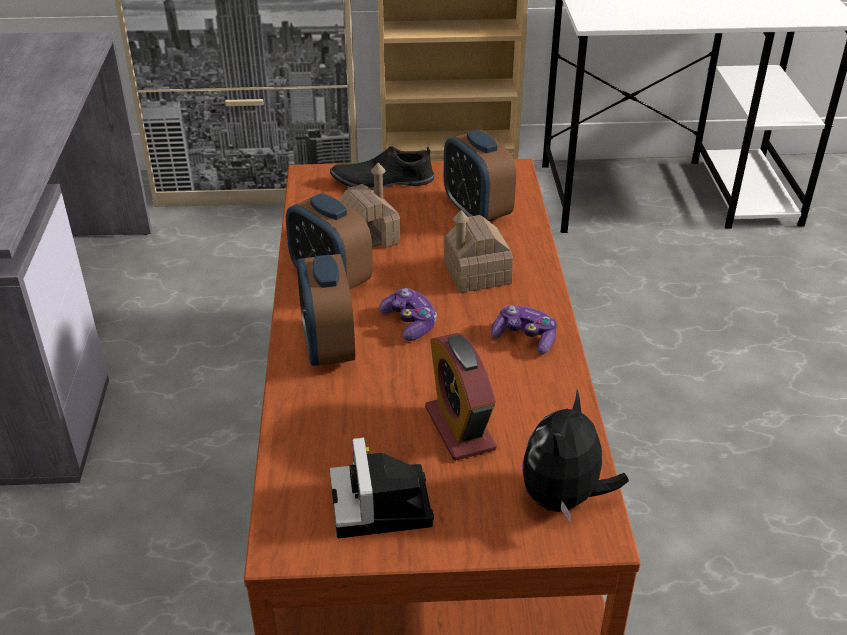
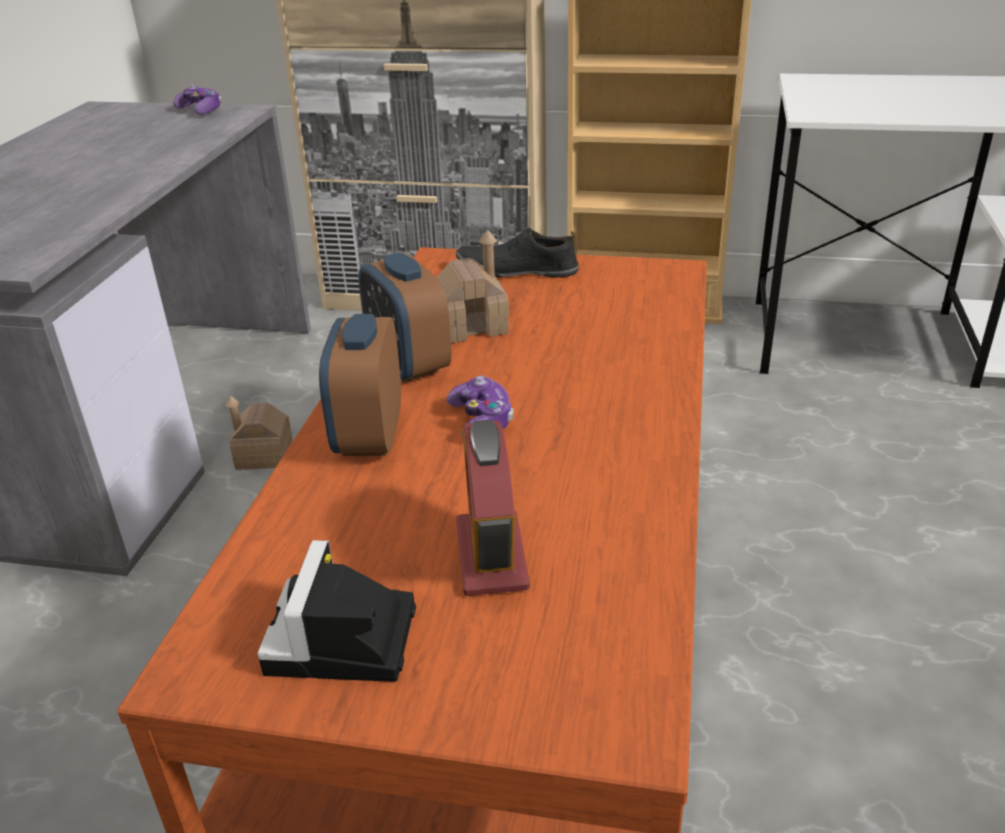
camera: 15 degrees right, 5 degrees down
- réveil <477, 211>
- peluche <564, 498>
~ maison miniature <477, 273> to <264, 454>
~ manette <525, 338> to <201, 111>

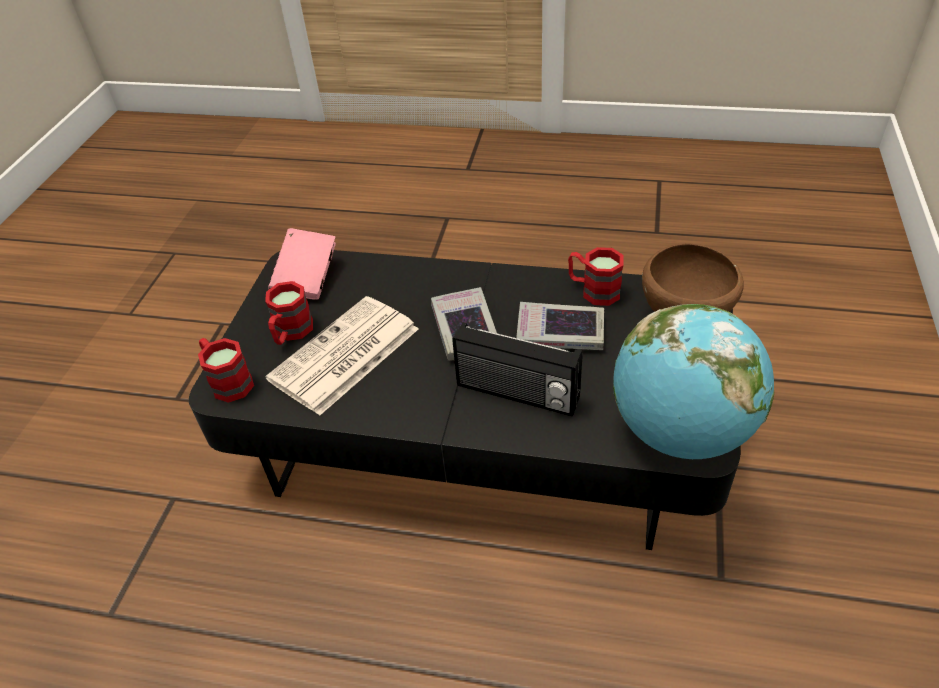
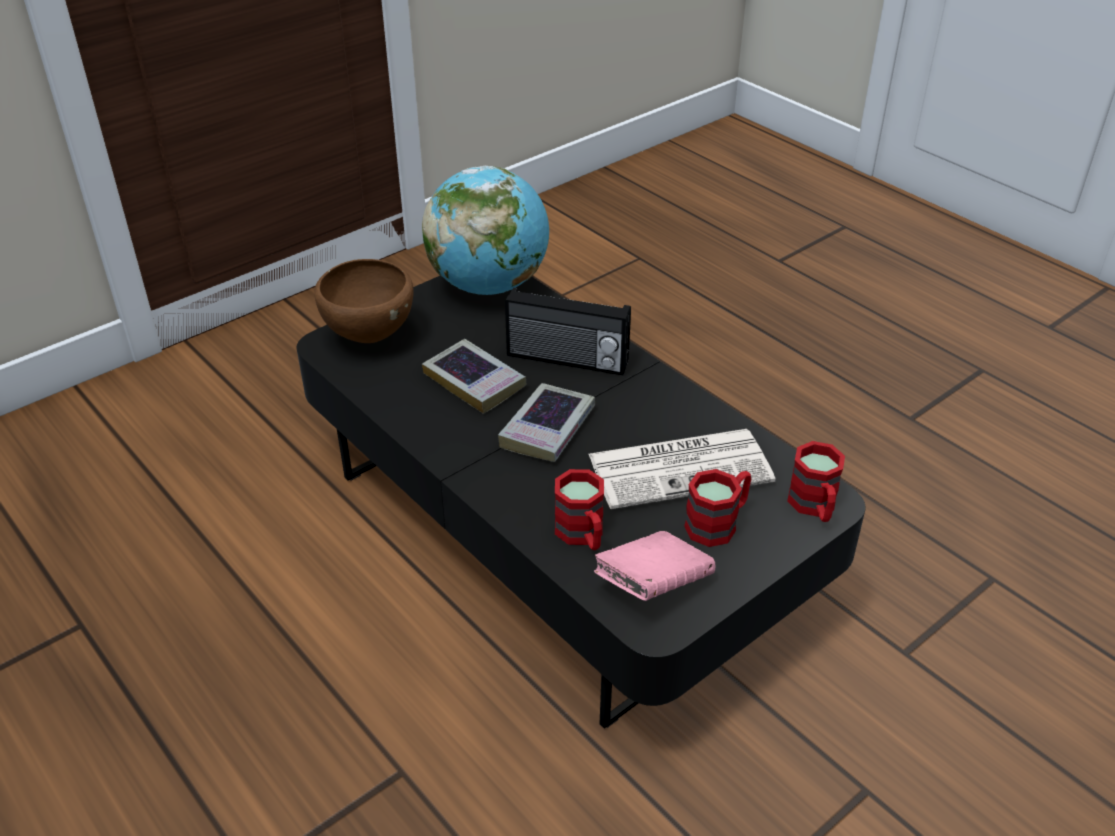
camera: 145 degrees left, 5 degrees down
~ mug/rouge <593, 290> to <583, 535>
~ radio <516, 394> = <567, 360> 135 degrees clockwise

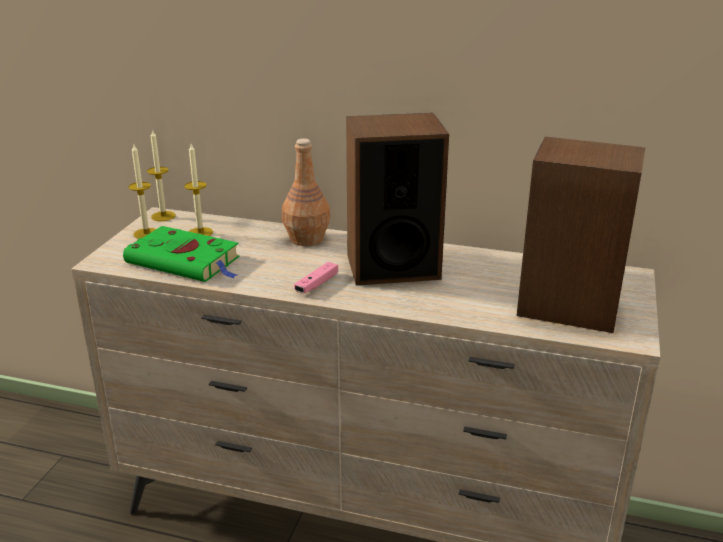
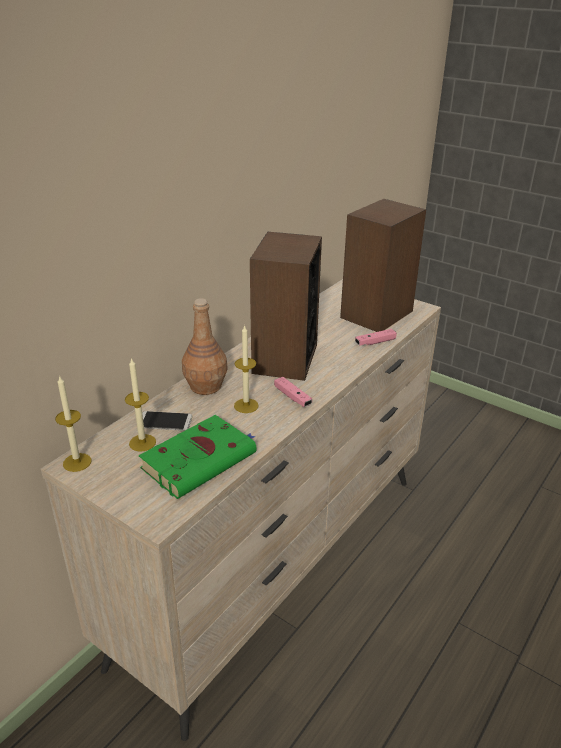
camera: 70 degrees left, 5 degrees up
+ téléphone <165, 421>
+ manette/rose <375, 342>
~ bougie <146, 233> to <246, 405>

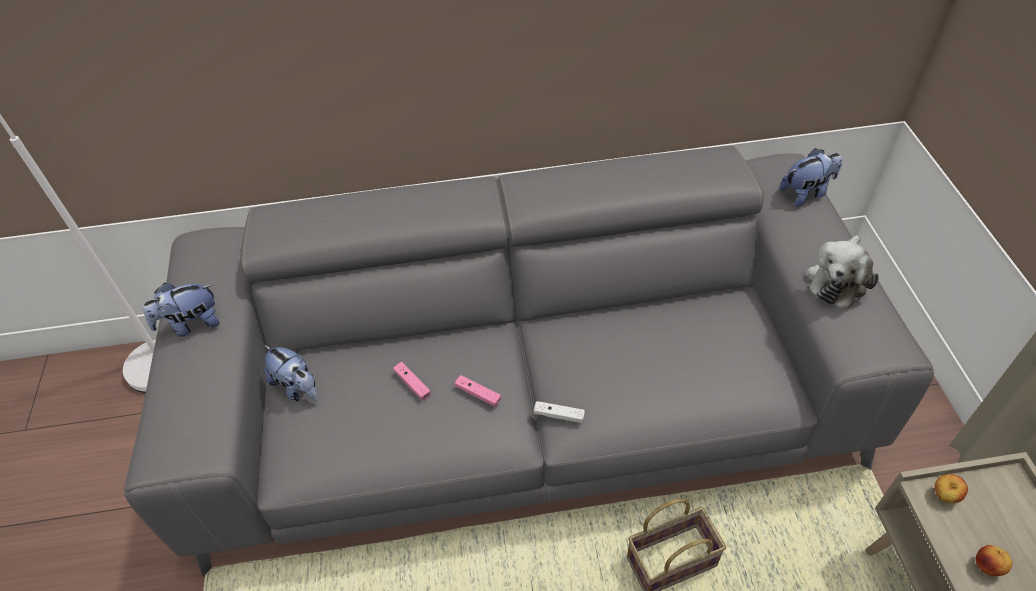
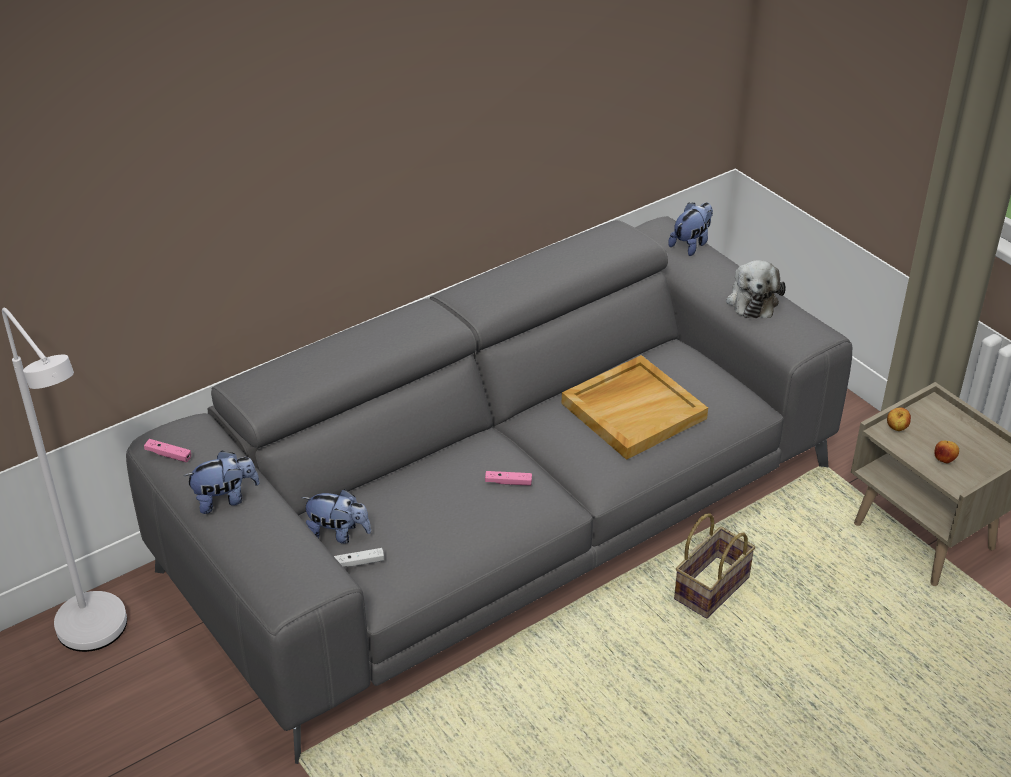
camera: 30 degrees left, 10 degrees down
+ plateau/beige <633, 410>
~ manette/rose <412, 384> to <168, 455>
~ manette/blanc <559, 415> to <359, 562>
~ peluche <191, 324> = <225, 499> 150 degrees counterclockwise

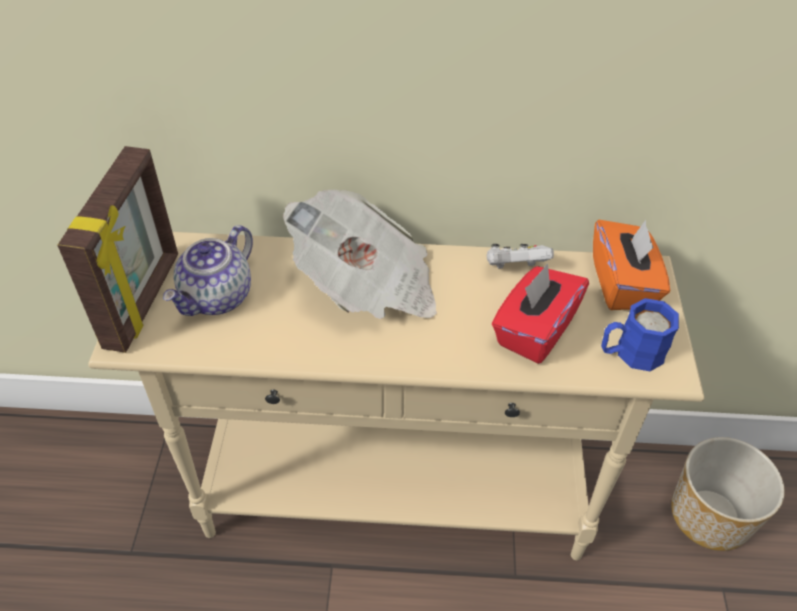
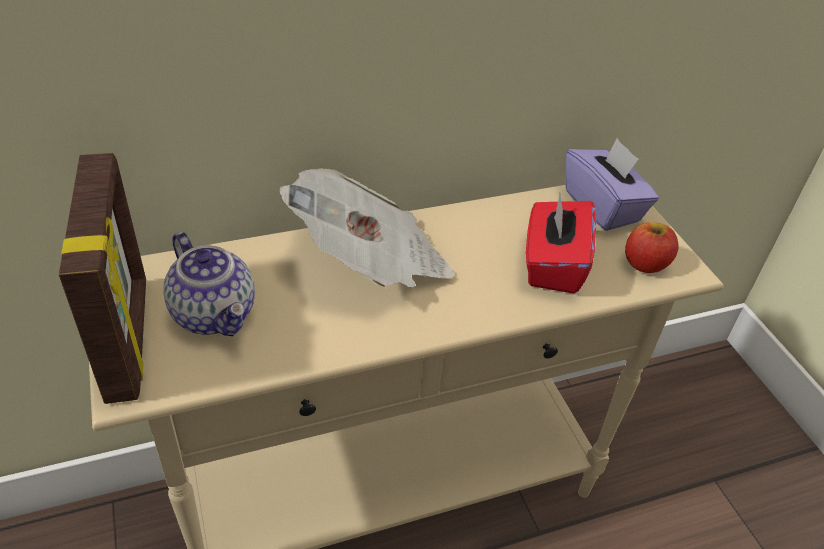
camera: 25 degrees left, 5 degrees down
- manette/blanc <515, 268>
- cache-pot <710, 515>
~ mug/bleu <630, 353> to pomme <645, 263>
~ boîte à mouchoirs/orange <622, 284> to boîte à mouchoirs/violet <602, 206>
~ théière <217, 298> = <215, 314> 45 degrees counterclockwise

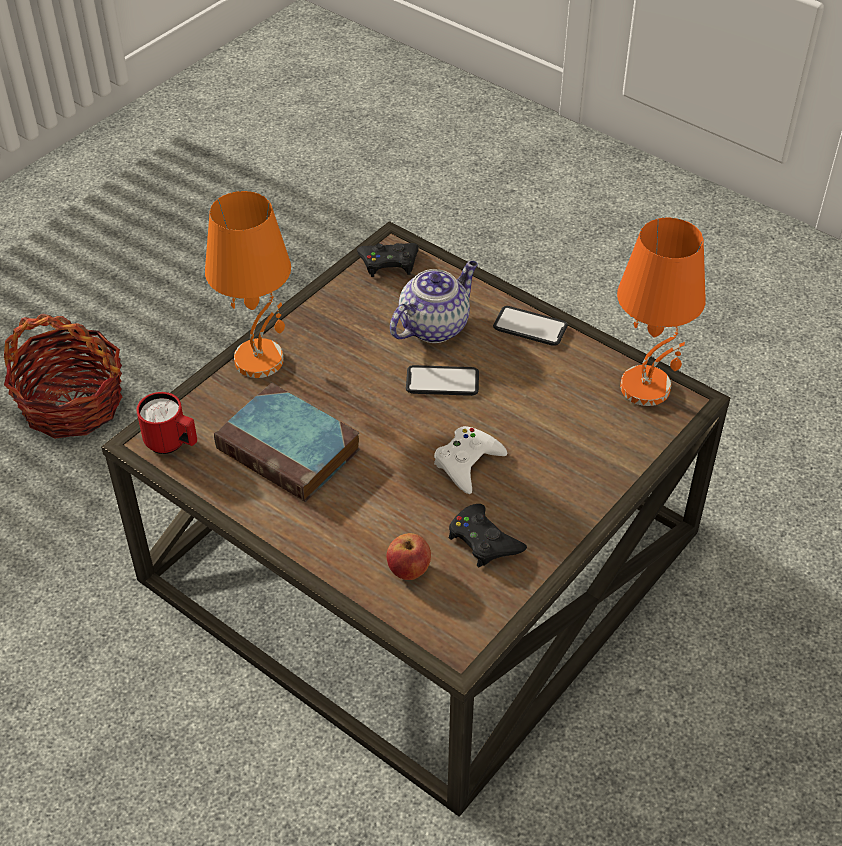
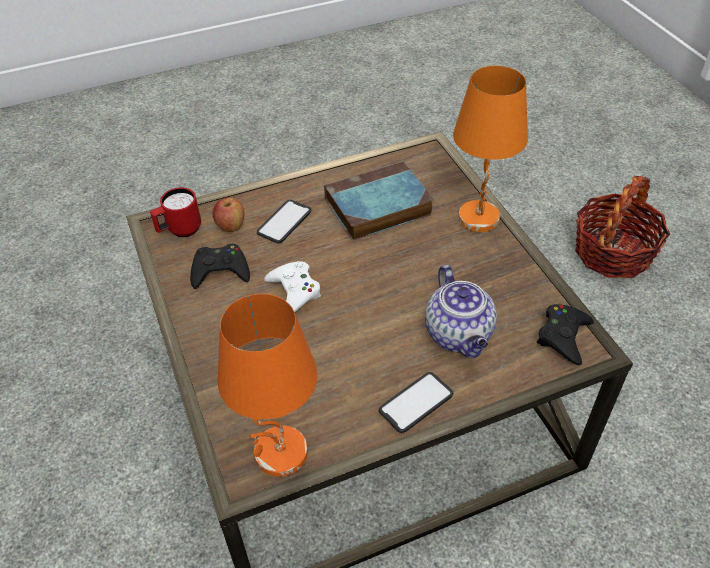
camera: 120 degrees right, 0 degrees up
~ mug/rouge <172, 444> to <179, 231>
~ téléphone <442, 381> to <284, 222>

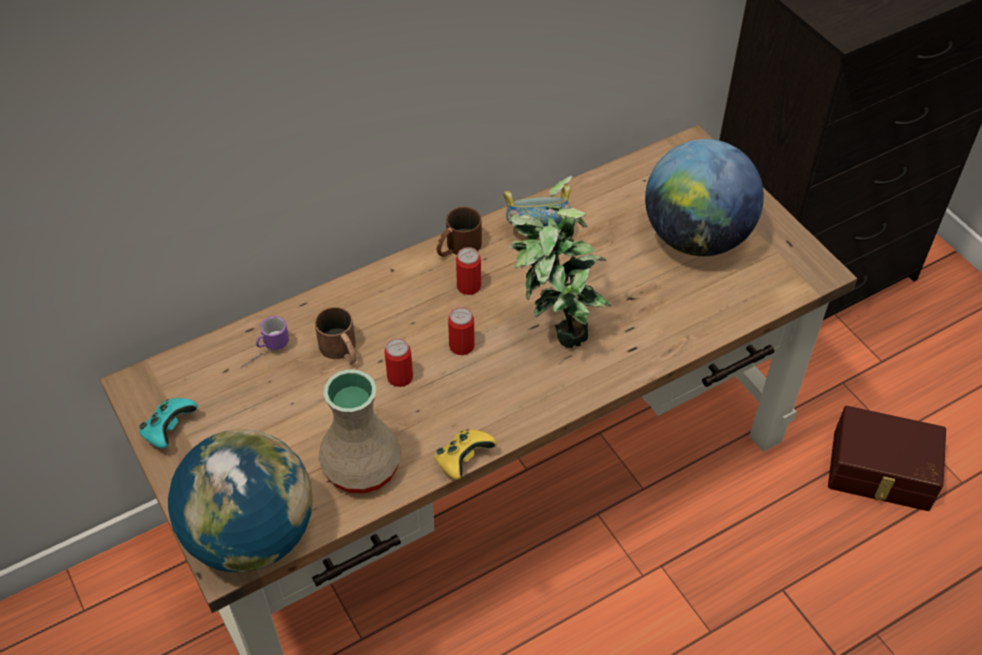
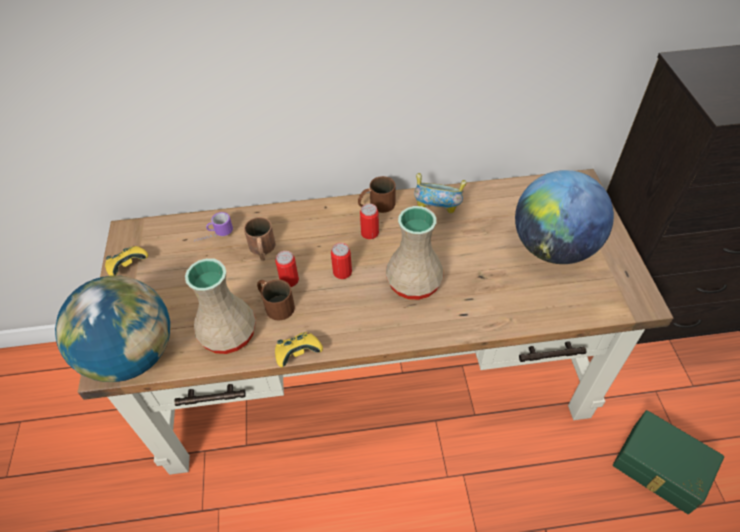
camera: 25 degrees right, 0 degrees up
+ mug/marron <275, 304>
~ plante en pot <554, 329> to vase/beige <413, 281>
~ manette/turquoise <169, 430> to manette/jaune <128, 266>
~ boîte de rangement/marron <881, 472> to boîte de rangement/vert <659, 469>

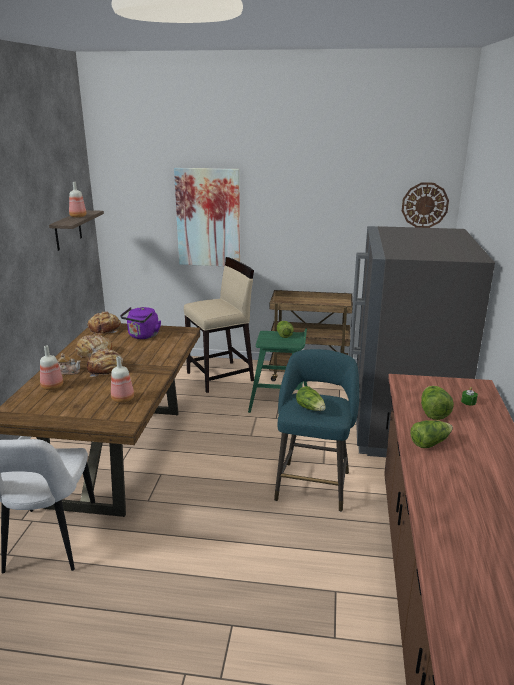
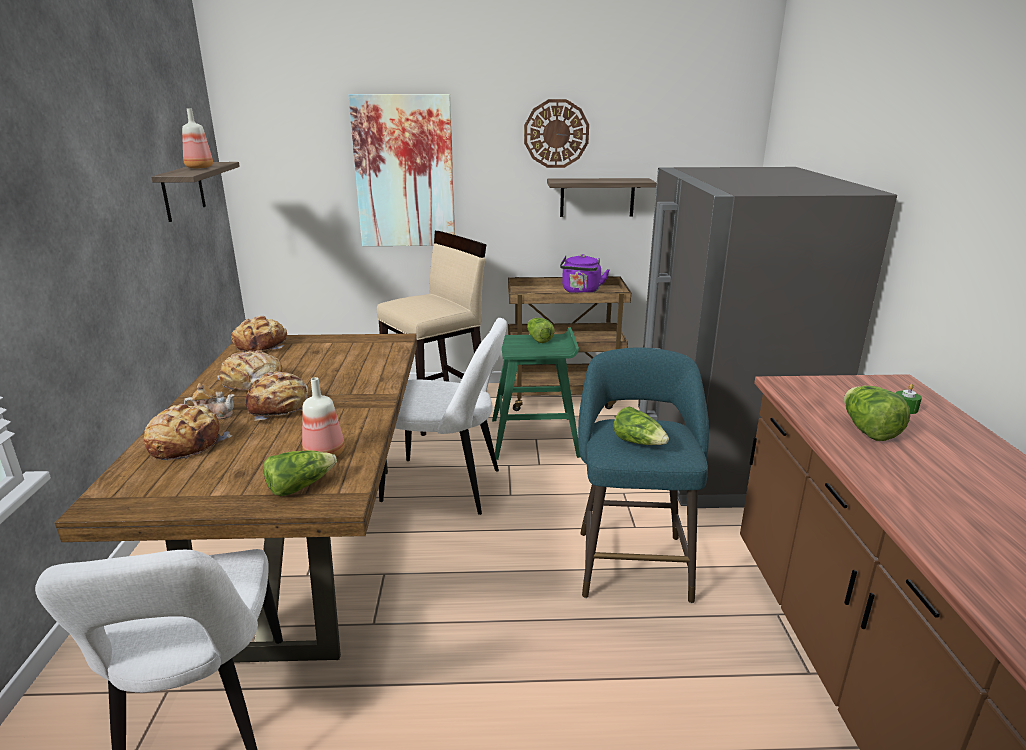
camera: 10 degrees left, 0 degrees up
+ chaise/blanc <447, 487>
+ étagère <597, 197>
~ bouilloire/violet <142, 336> to <581, 292>
~ horloge murale <424, 205> to <556, 133>
~ laitue <429, 442> to <300, 486>
~ bouteille <51, 387> to pain <186, 443>

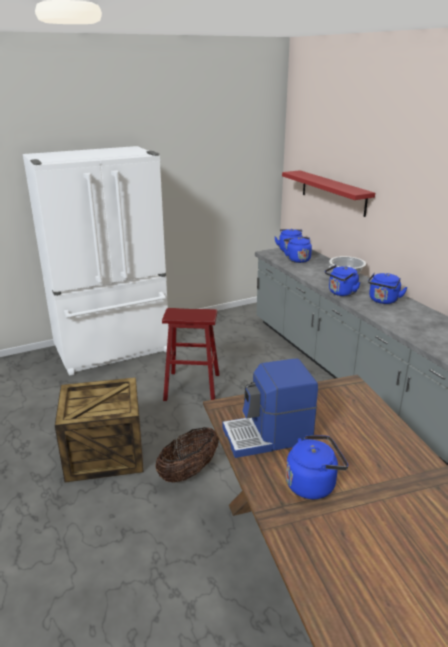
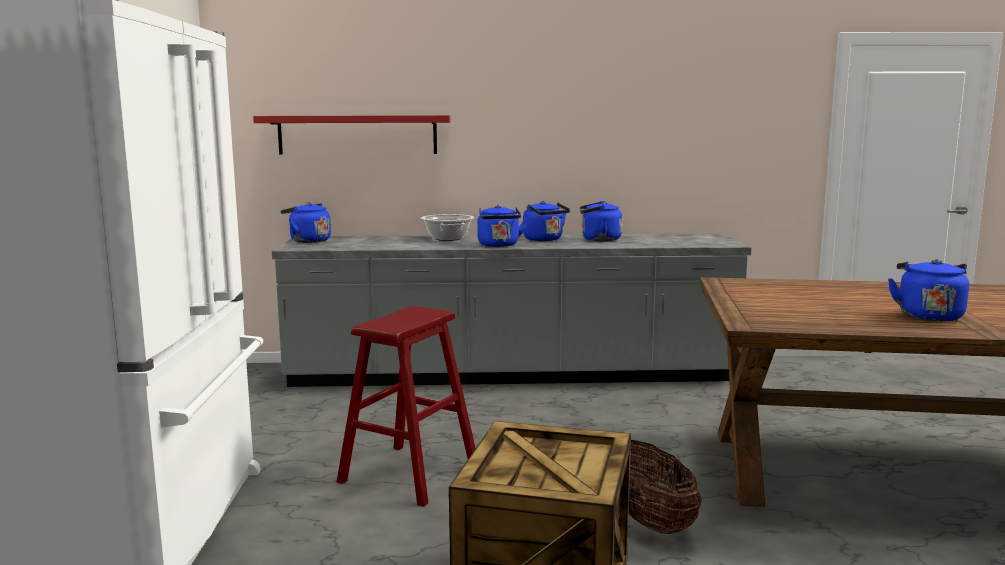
camera: 65 degrees left, 15 degrees down
- machine à café <268, 436>
~ bouilloire/bleu <297, 259> to <598, 240>

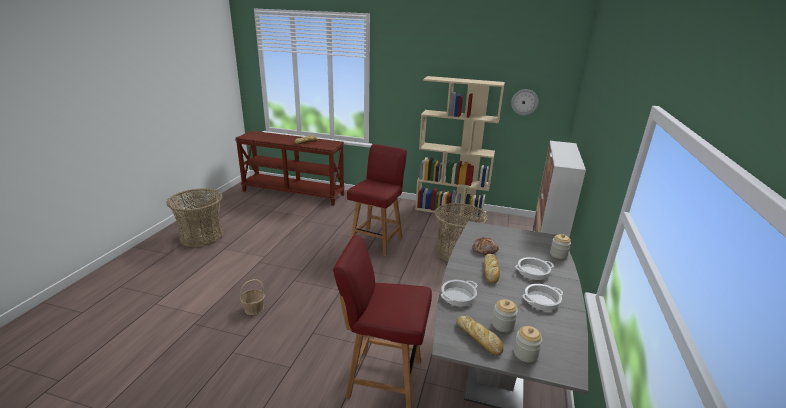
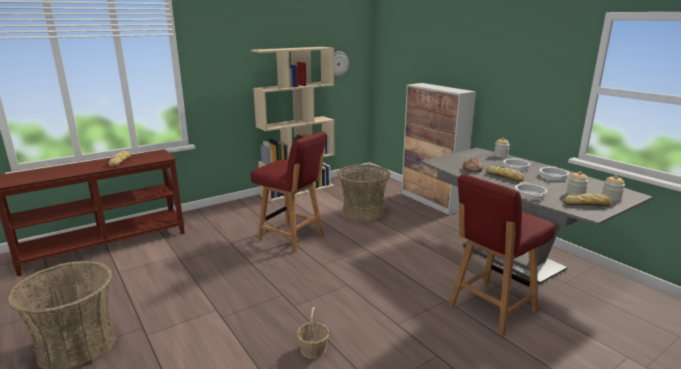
camera: 50 degrees left, 5 degrees down
~ chaise/rouge <377, 241> = <292, 237> 150 degrees clockwise

